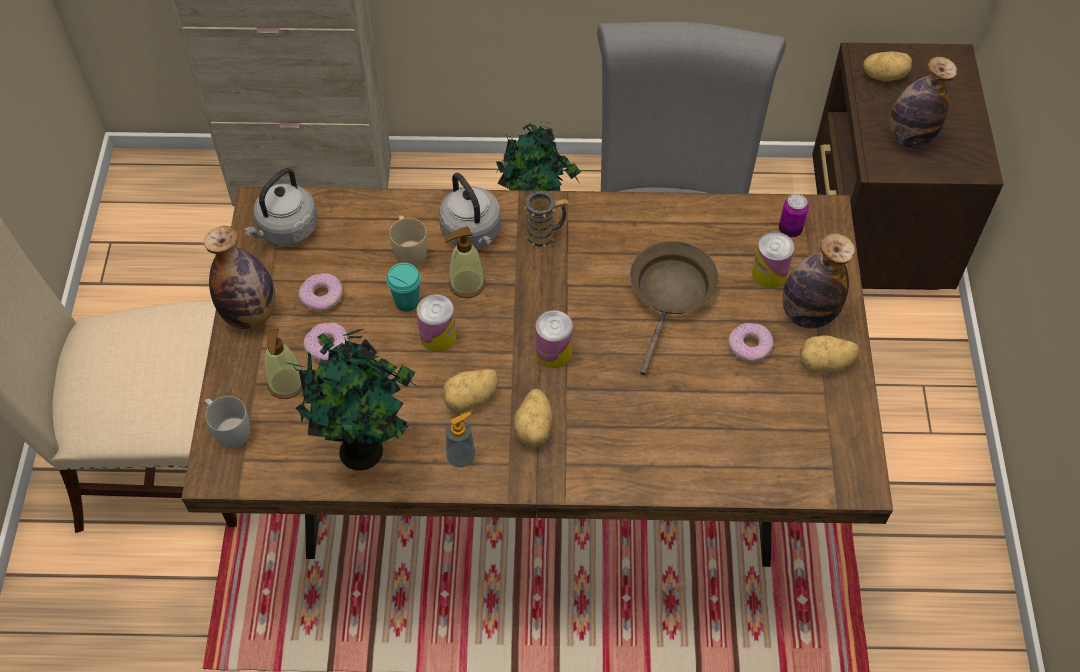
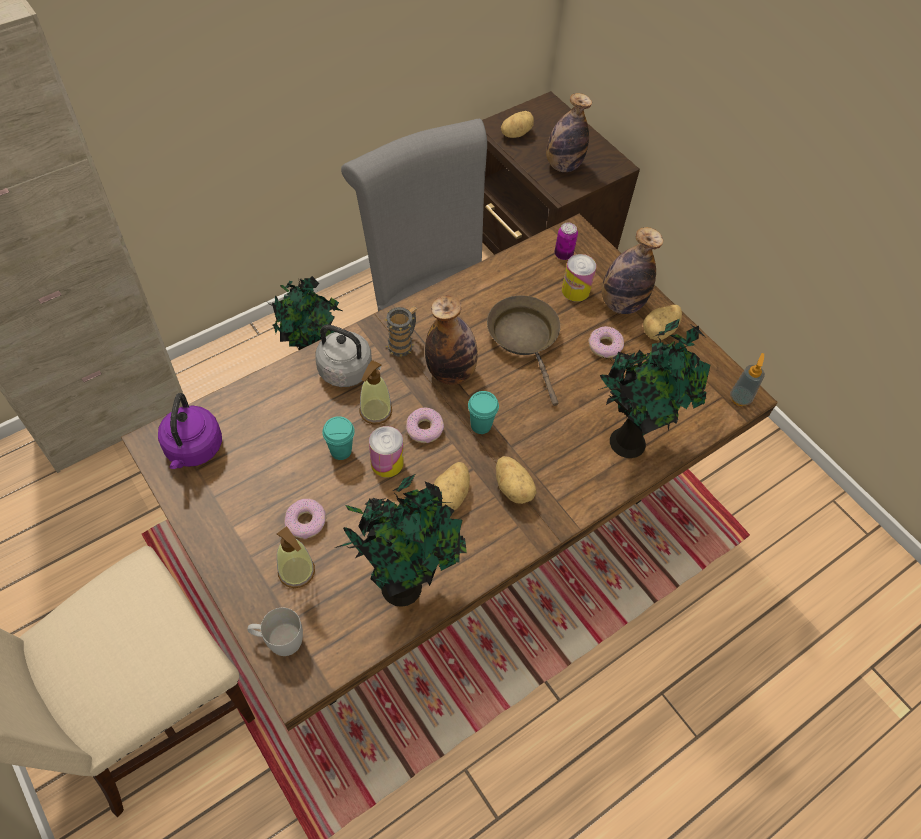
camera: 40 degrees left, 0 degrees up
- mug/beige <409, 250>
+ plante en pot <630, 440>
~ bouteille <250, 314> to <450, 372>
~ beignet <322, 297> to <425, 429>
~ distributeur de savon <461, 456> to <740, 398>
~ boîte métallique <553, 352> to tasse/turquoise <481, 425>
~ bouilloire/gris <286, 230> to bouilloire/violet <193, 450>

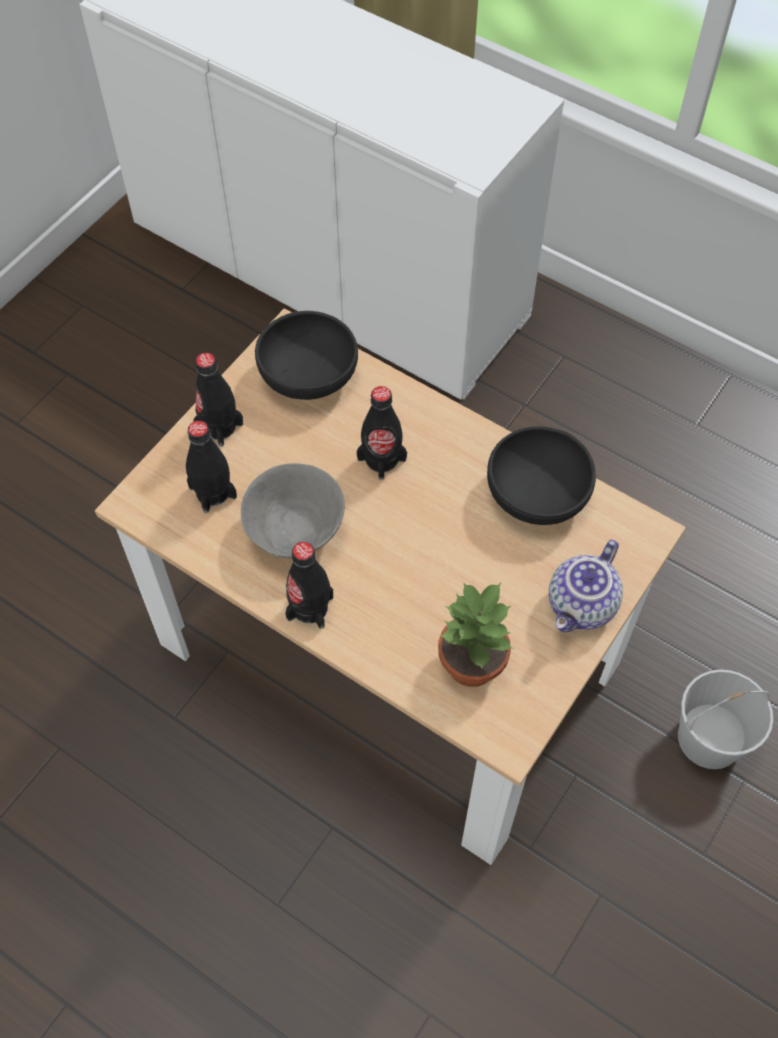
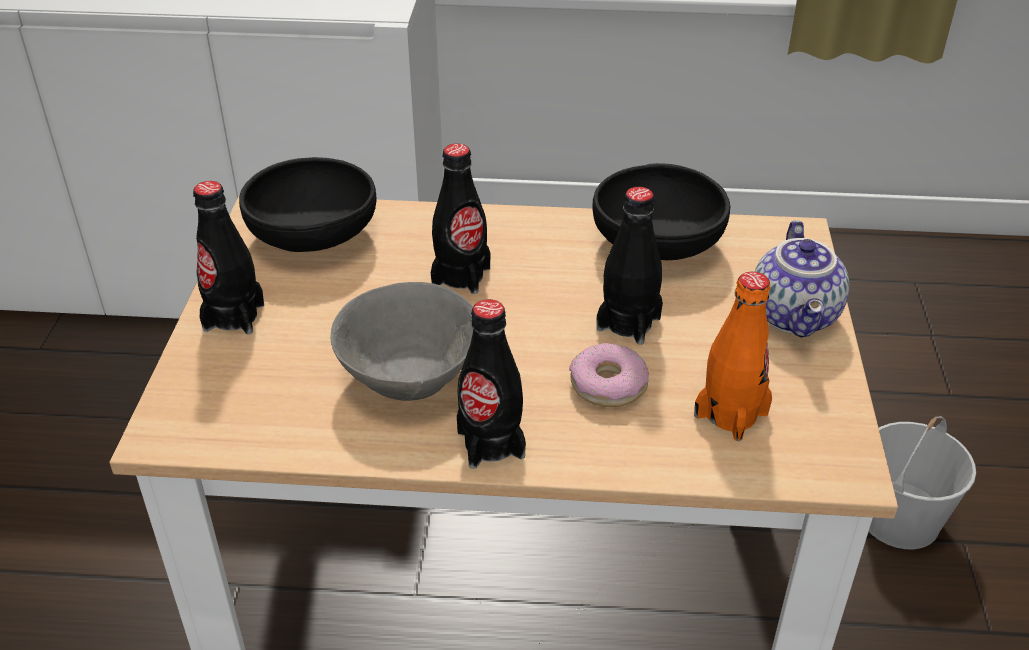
camera: 30 degrees left, 20 degrees down
+ beignet <608, 385>
~ bouteille/noir <213, 492> to <628, 323>
~ plante en pot <472, 662> to bouteille/orange <731, 414>

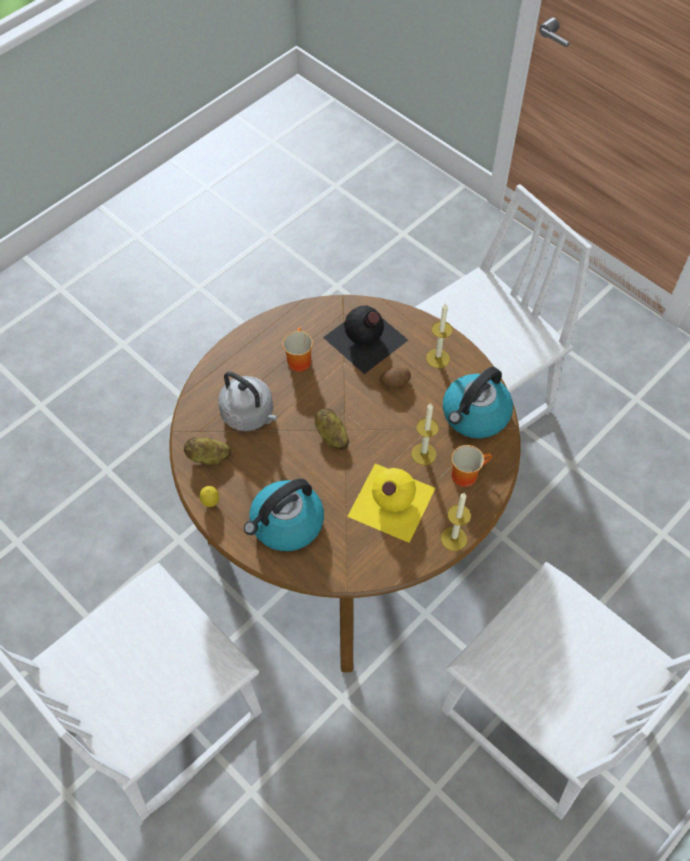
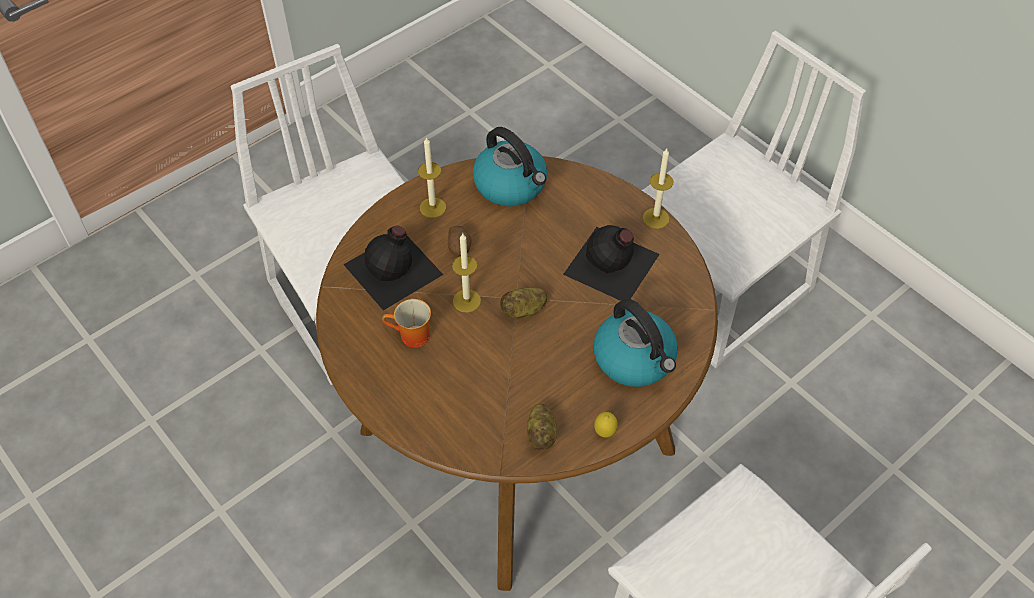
camera: 85 degrees left, 5 degrees down
- bouilloire/gris <250, 415>
- mug <466, 473>
~ bougie <423, 454> to <466, 301>
~ bouteille/jaune <390, 502> to bouteille/noir <612, 265>

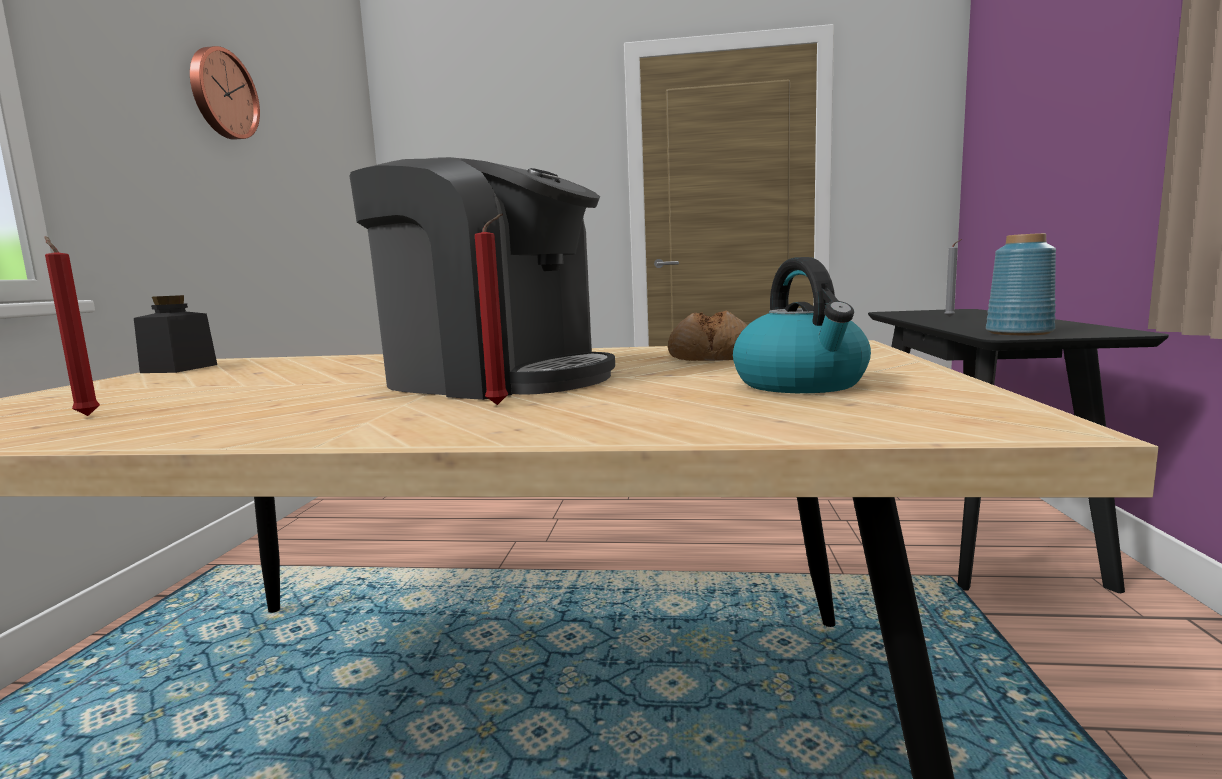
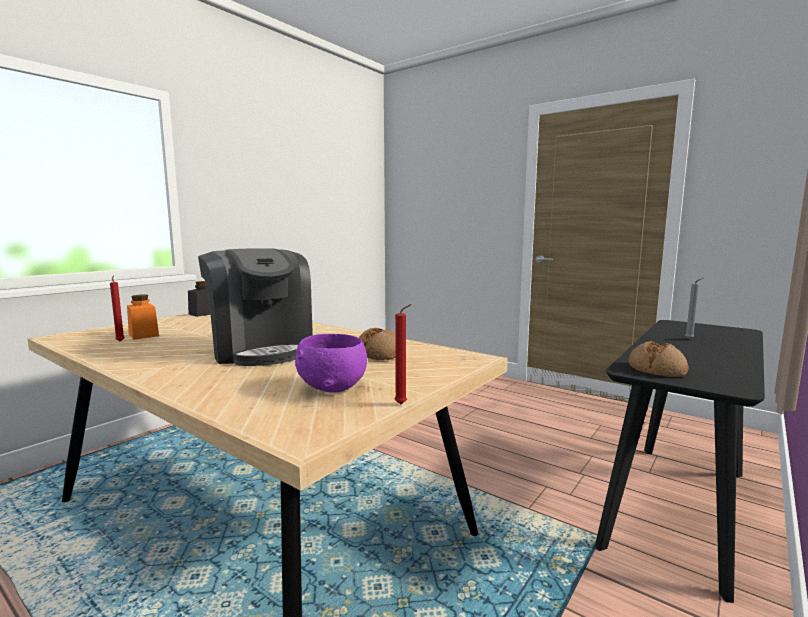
camera: 30 degrees right, 0 degrees up
- horloge murale <222, 94>
+ bocal/orange <143, 335>
~ bougie/rouge <501, 404> to <402, 404>
~ bouilloire <801, 384> to bol/violet <333, 387>
~ vase/bleu <1020, 332> to pain <656, 369>

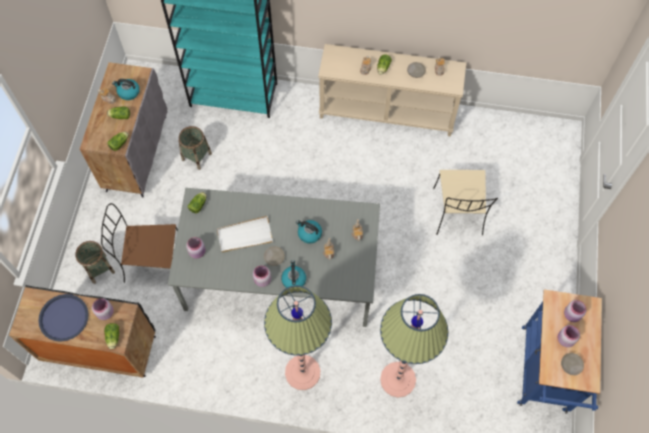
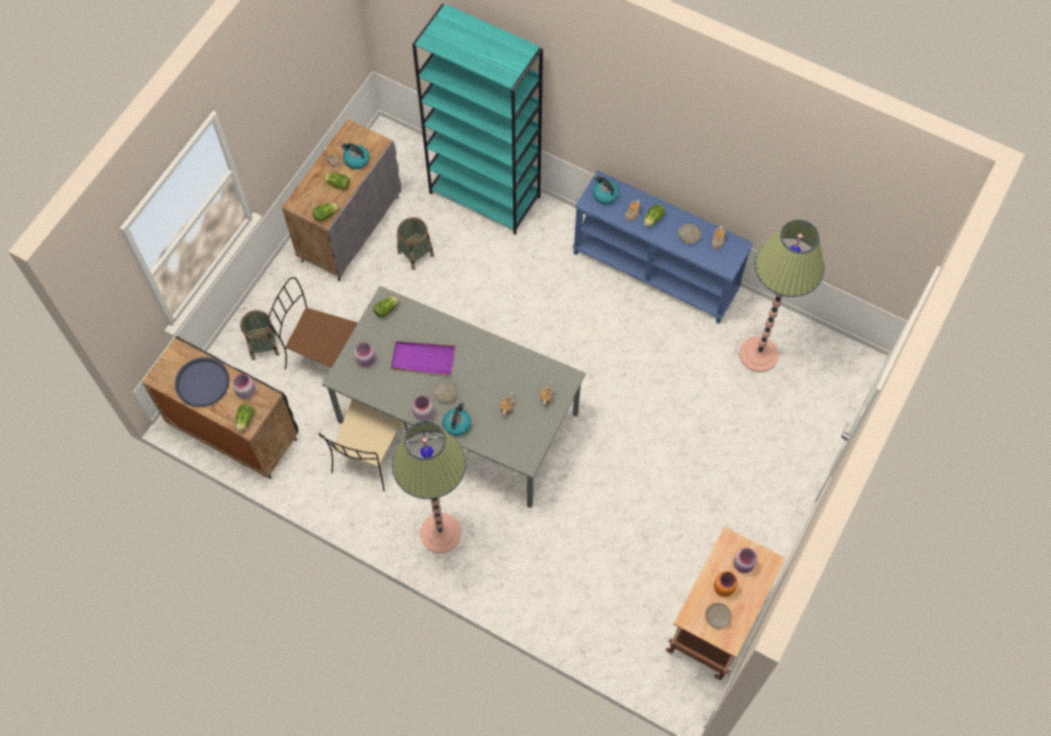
camera: 20 degrees right, 0 degrees up
~ bouilloire <309, 233> to <605, 194>
~ lampadaire <398, 379> to <758, 354>
~ chaise/beige <458, 213> to <370, 456>
~ plateau/blanc <244, 236> to plateau/violet <423, 359>
~ table console/beige <387, 111> to table console/bleu <656, 271>
~ chariot/bleu <544, 375> to chariot/marron <711, 631>
~ bocal/rose <565, 339> to bocal/orange <723, 587>

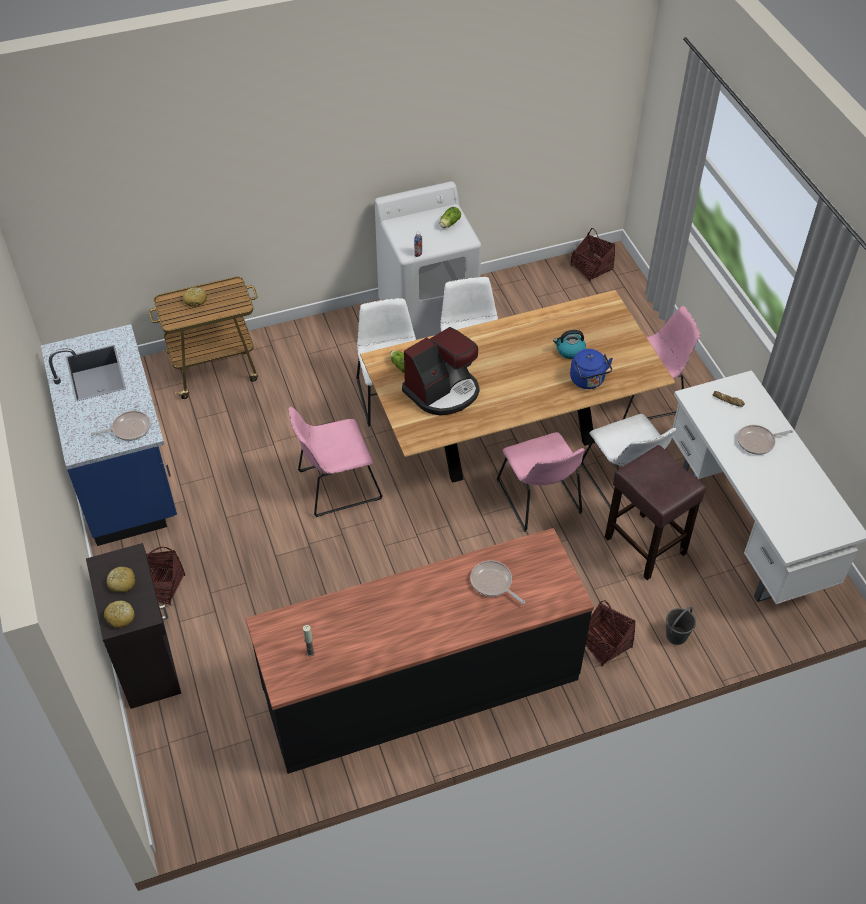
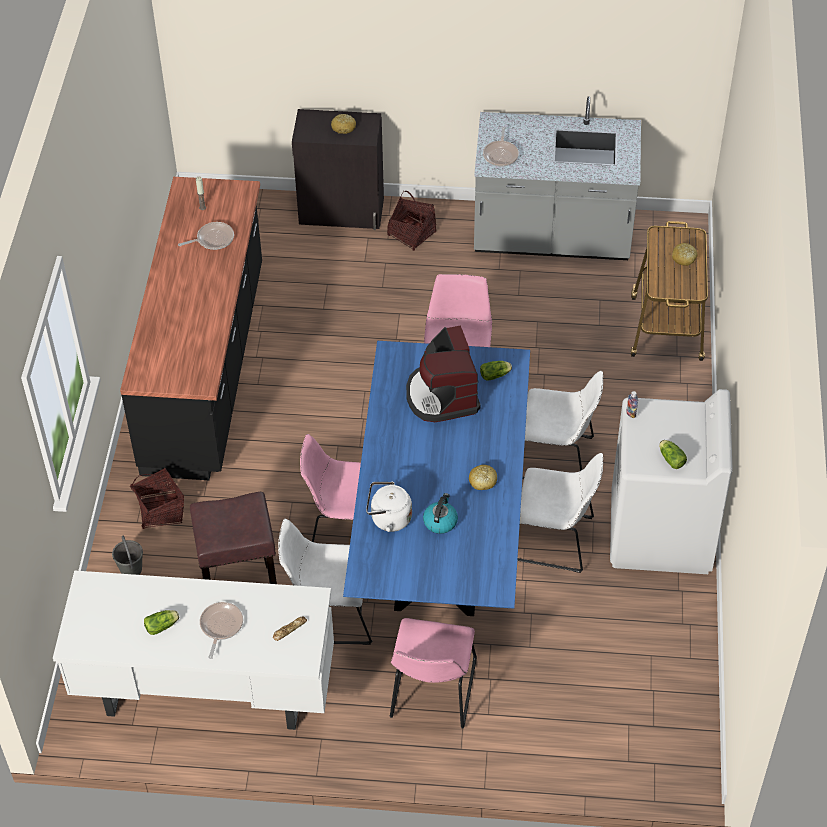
camera: 115 degrees right, 0 degrees up
- panier <591, 268>
+ laitue <163, 626>
~ pain <120, 617> to <482, 481>
~ poêle <493, 583> to <213, 239>
~ comptoir de cuisine/bleu <126, 475> to comptoir de cuisine/gris <552, 237>
~ table à manger/marron <510, 438> to table à manger/bleu <441, 538>
~ bouilloire/bleu <588, 381> to bouilloire/blanc <388, 519>

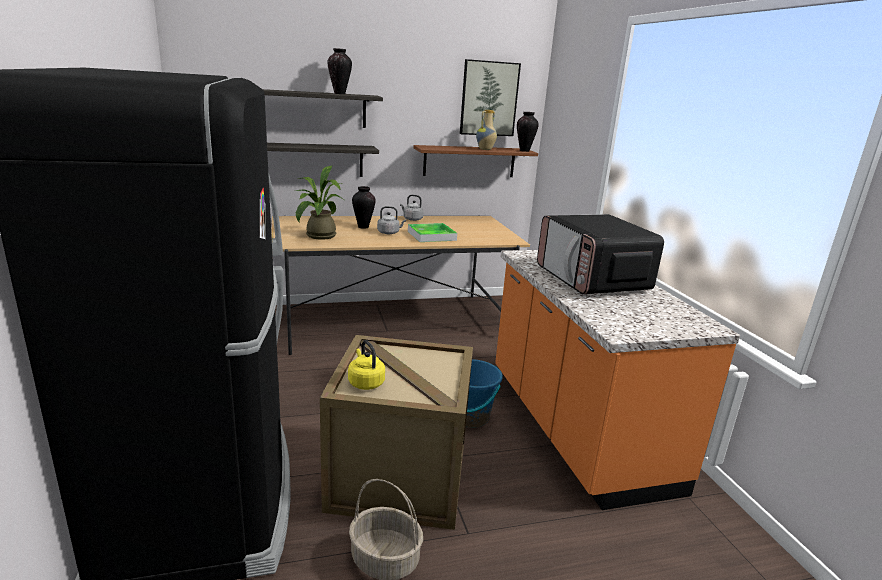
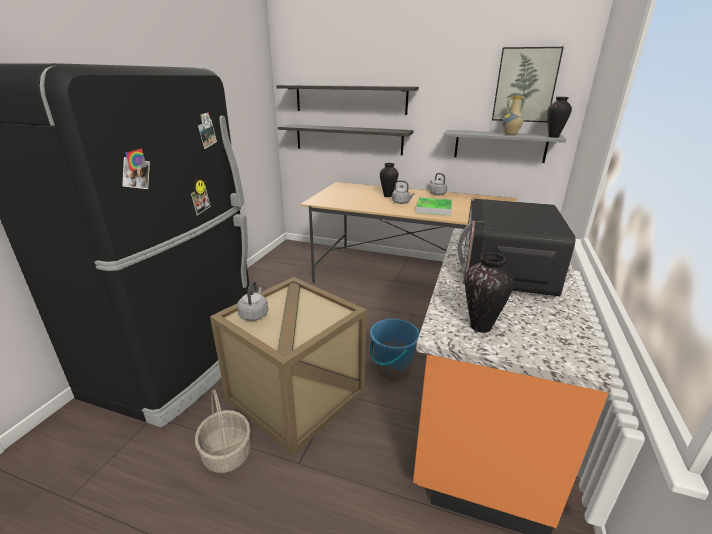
camera: 35 degrees right, 5 degrees up
- plante en pot <318, 236>
~ vase <340, 94> to <481, 327>
~ bouilloire/jaune <365, 382> to bouilloire/gris <254, 314>
~ étagère/marron <469, 161> to étagère/gris <500, 146>

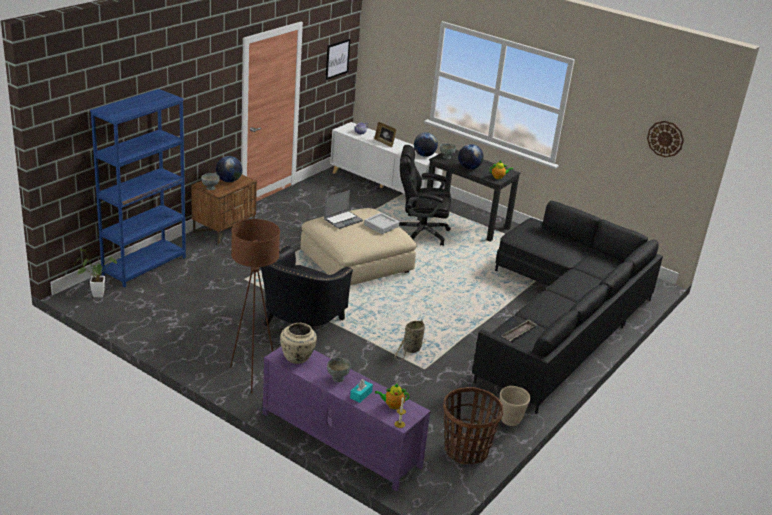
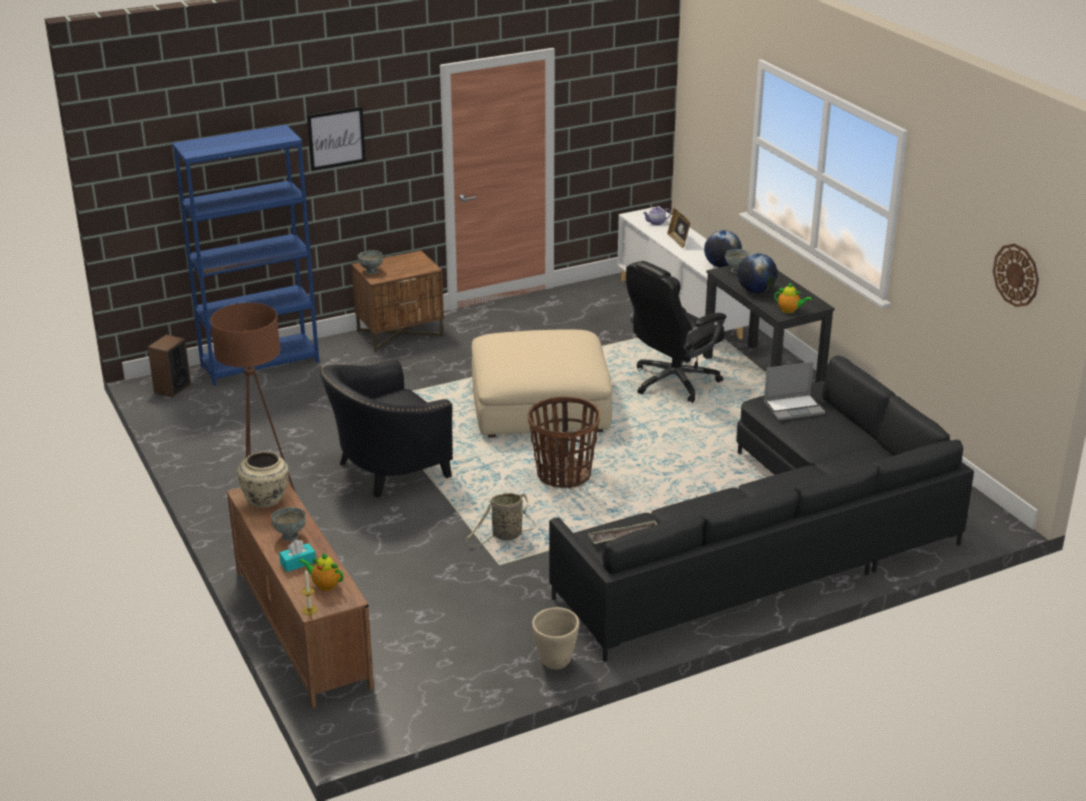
camera: 30 degrees right, 0 degrees up
- globe <229, 181>
- plateau/gris <381, 226>
~ ordinateur portable <343, 220> to <794, 408>
~ tableau <337, 59> to <336, 138>
~ panier <466, 451> to <563, 475>
~ plante en pot <95, 295> to enceinte <172, 388>
~ meuble télé/violet <340, 439> to meuble télé/marron <301, 626>
~ chaise de bureau/noir <420, 233> = <673, 382> 75 degrees counterclockwise

